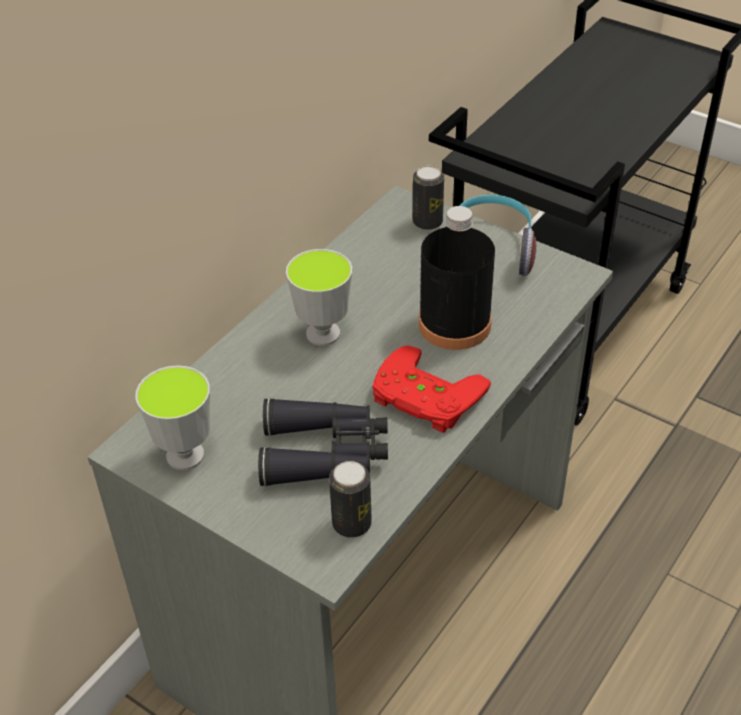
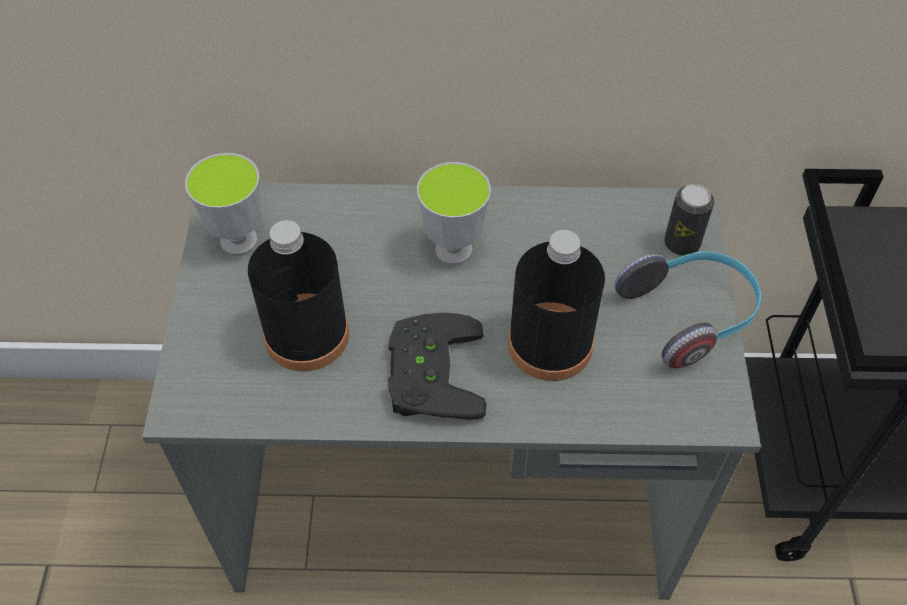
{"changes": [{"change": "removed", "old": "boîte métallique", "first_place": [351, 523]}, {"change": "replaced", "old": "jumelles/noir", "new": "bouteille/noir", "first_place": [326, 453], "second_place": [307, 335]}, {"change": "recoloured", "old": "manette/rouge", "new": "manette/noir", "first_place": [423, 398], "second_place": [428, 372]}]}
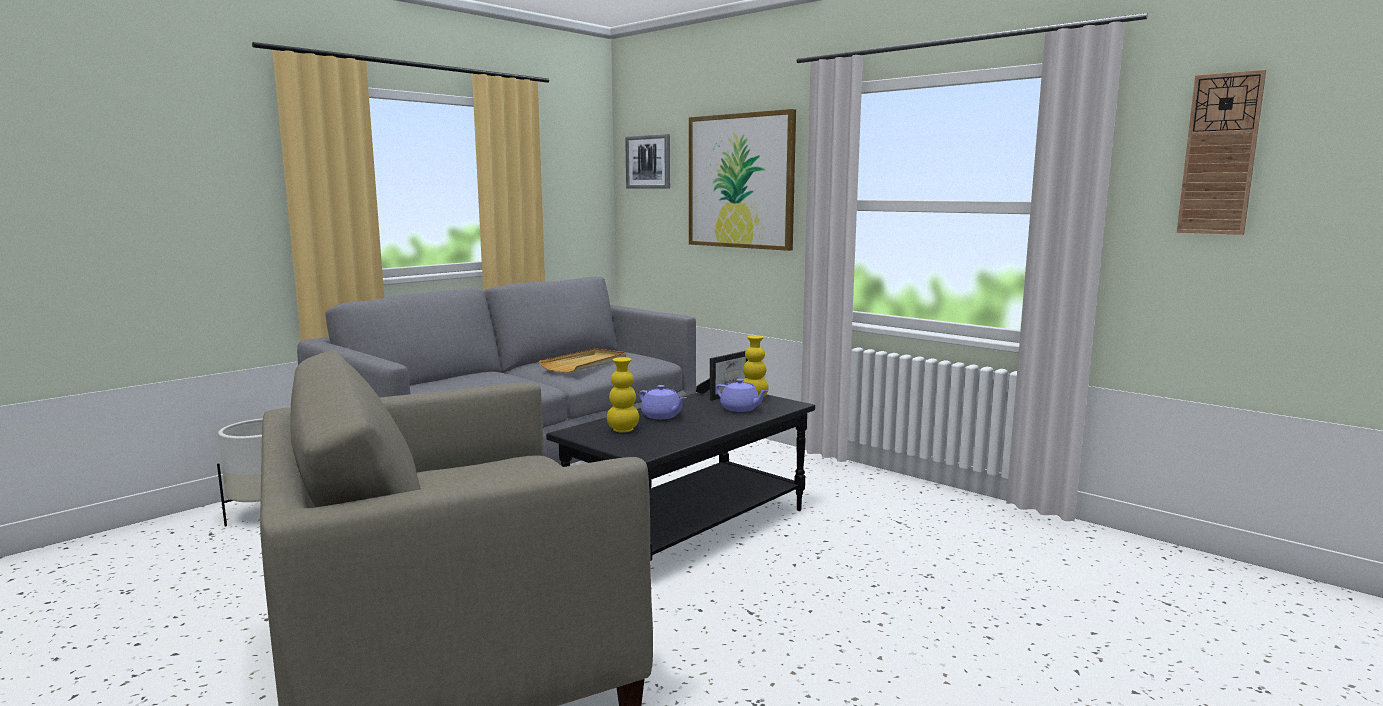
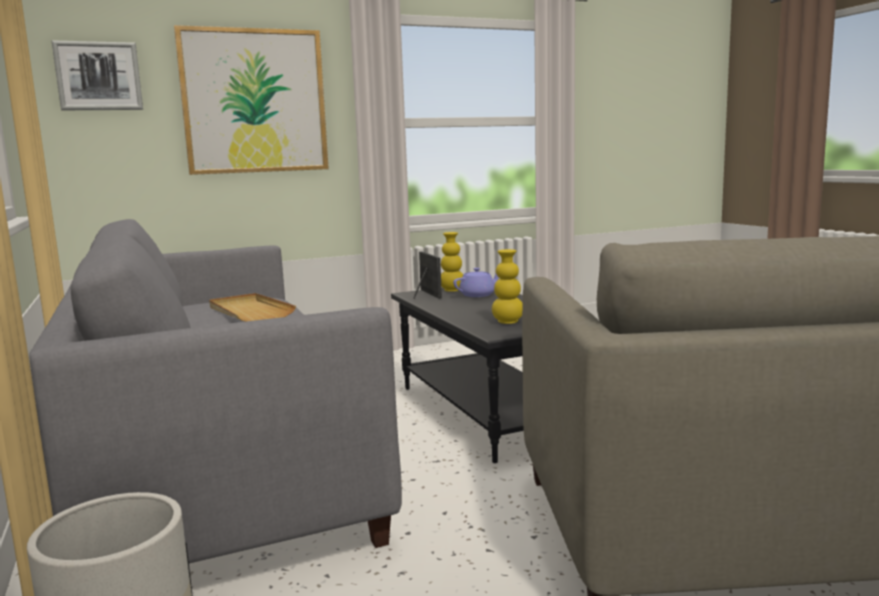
{"changes": [{"change": "removed", "old": "théière/violet", "first_place": [662, 416]}, {"change": "removed", "old": "horloge murale", "first_place": [1220, 154]}]}
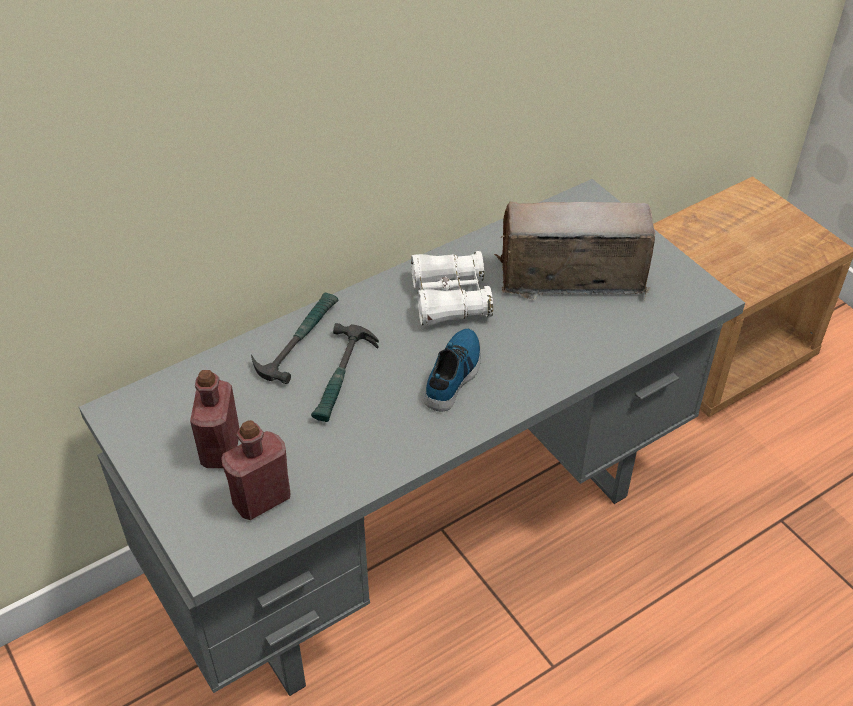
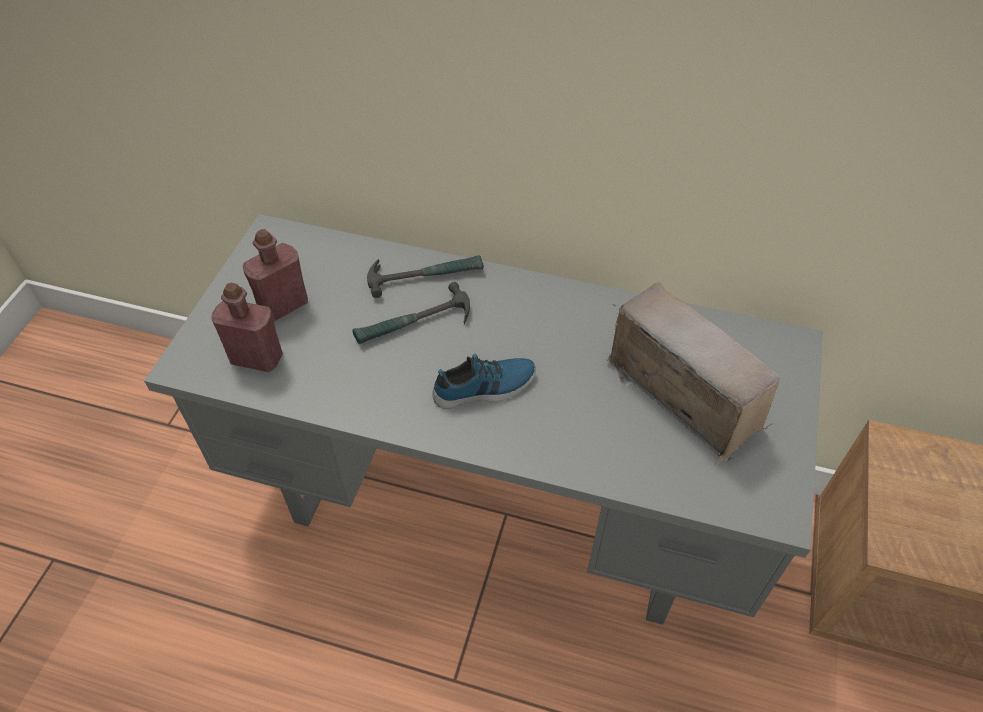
{"changes": [{"change": "removed", "old": "jumelles/blanc", "first_place": [450, 299]}]}
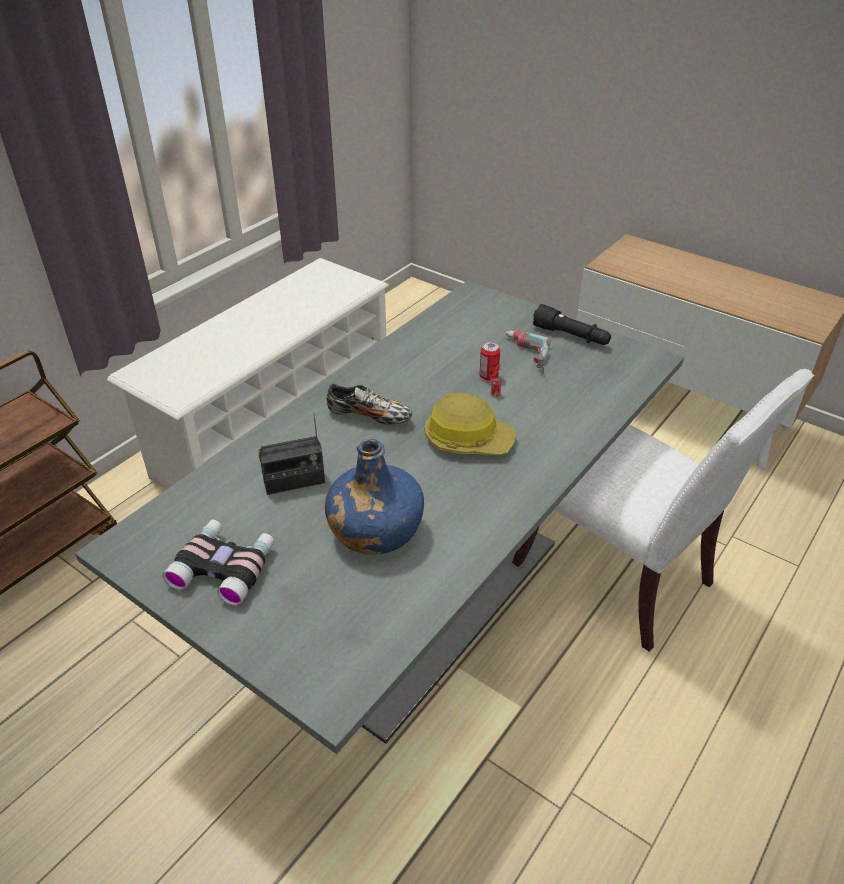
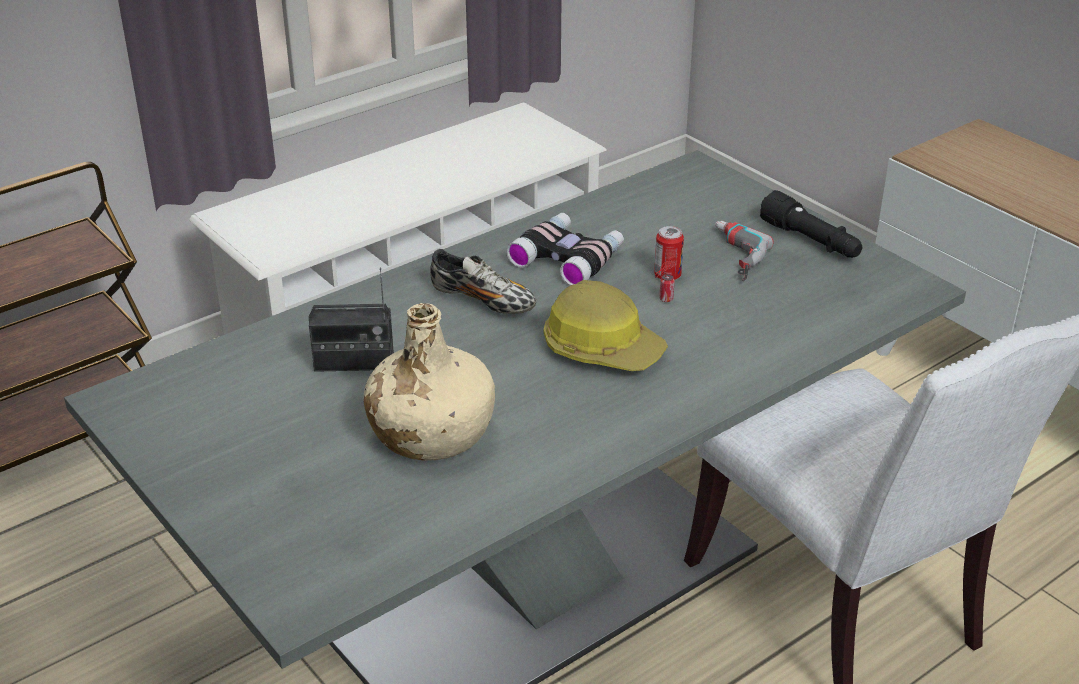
{"changes": [{"change": "moved", "old": "jumelles", "first_place": [225, 567], "second_place": [568, 258]}, {"change": "recoloured", "old": "bouteille/bleu", "new": "bouteille/beige", "first_place": [375, 530], "second_place": [431, 433]}]}
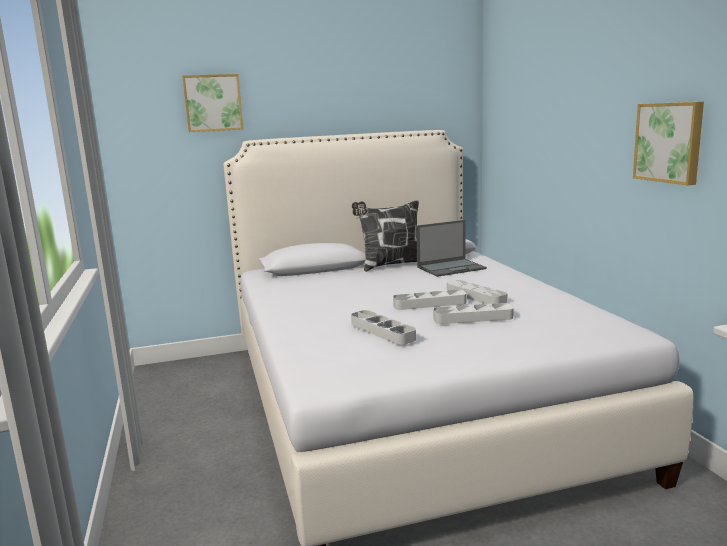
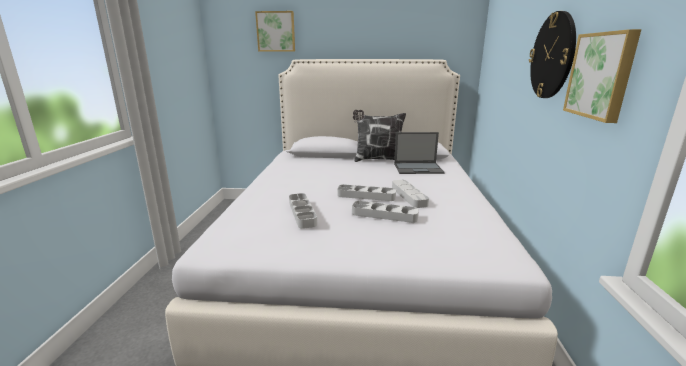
{"changes": [{"change": "added", "new": "horloge murale", "second_place": [552, 56]}]}
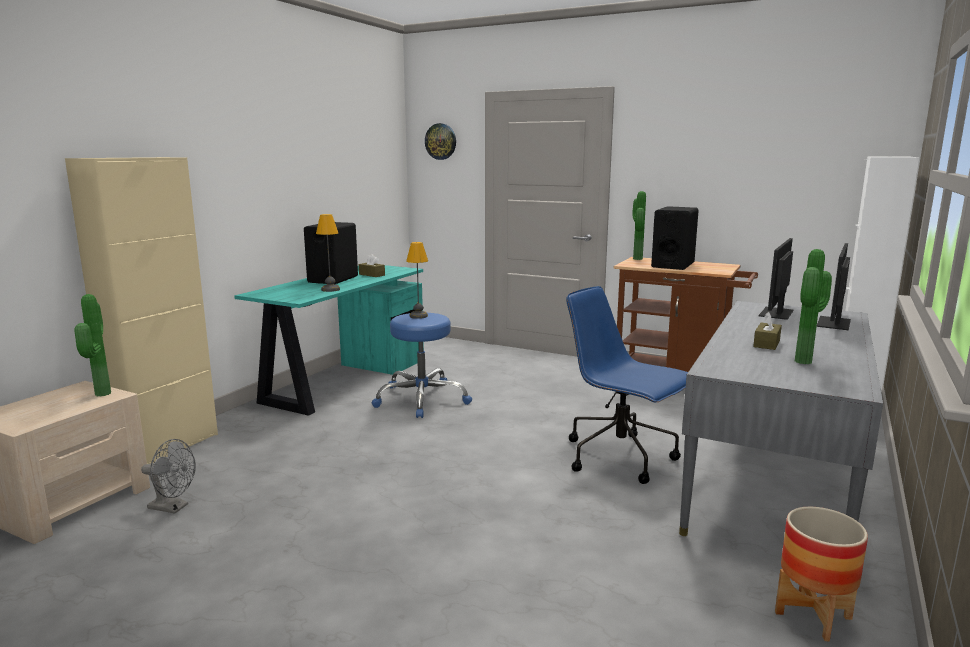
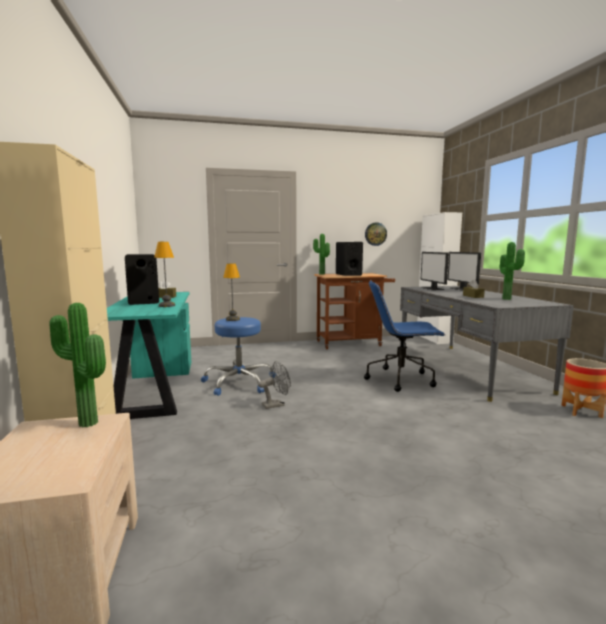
{"changes": [{"change": "moved", "old": "ventilateur/gris", "first_place": [173, 507], "second_place": [276, 404]}, {"change": "moved", "old": "horloge murale", "first_place": [440, 141], "second_place": [375, 234]}]}
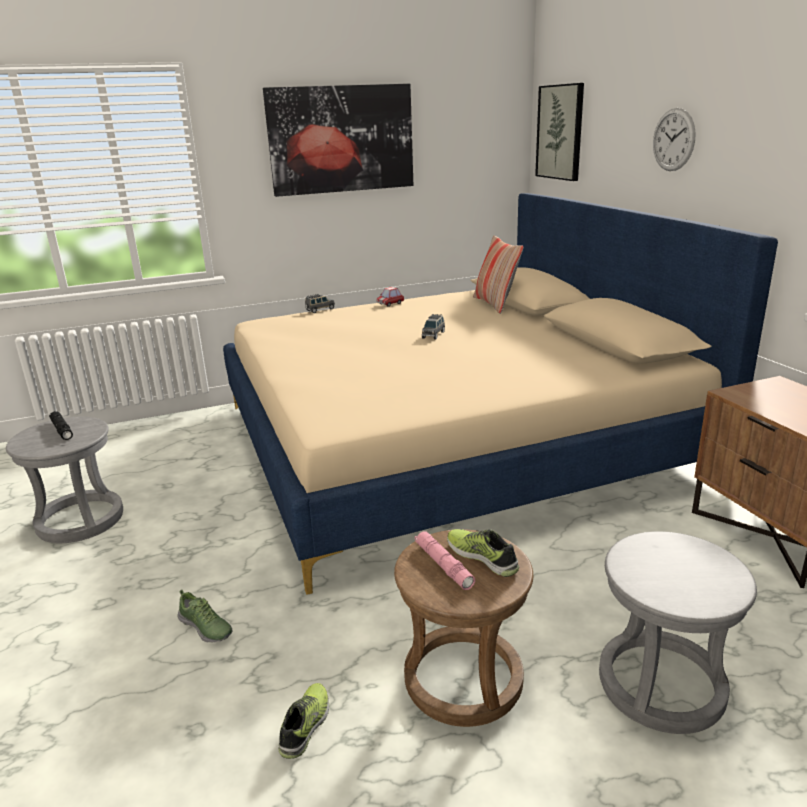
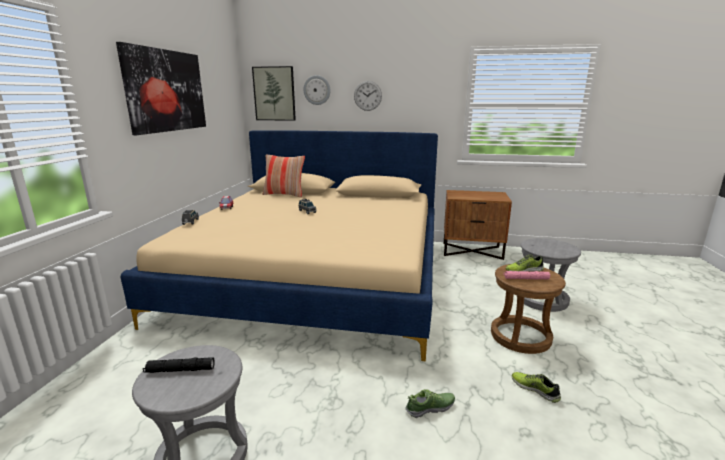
{"changes": [{"change": "added", "new": "horloge murale", "second_place": [317, 90]}]}
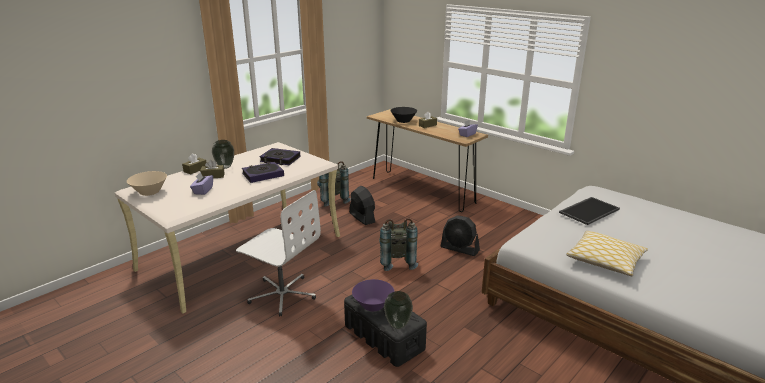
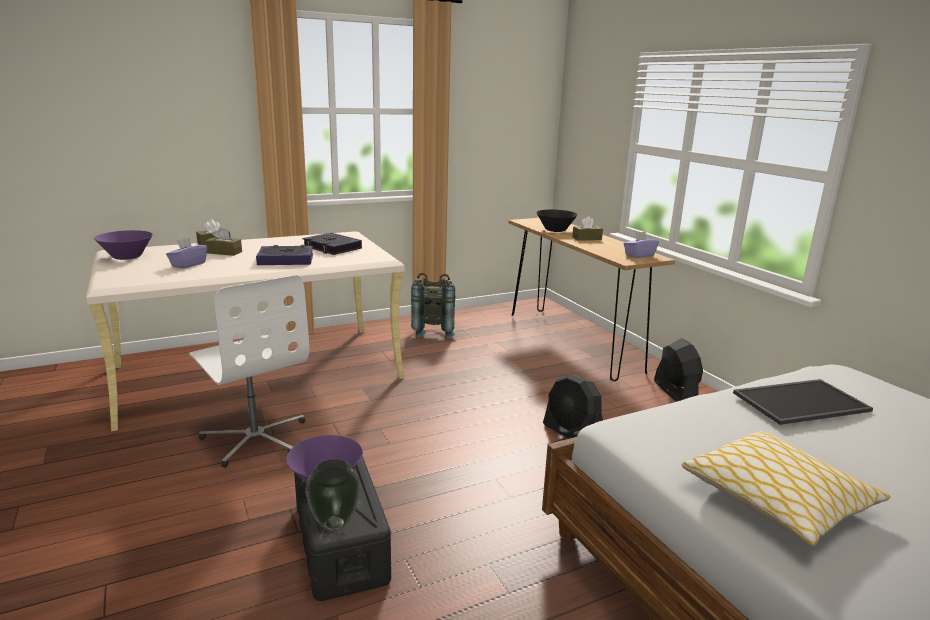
{"changes": [{"change": "removed", "old": "vase", "first_place": [224, 167]}, {"change": "removed", "old": "sac à dos/gris", "first_place": [396, 261]}, {"change": "moved", "old": "ventilateur/noir", "first_place": [362, 217], "second_place": [675, 392]}, {"change": "recoloured", "old": "bol/beige", "new": "bol/violet", "first_place": [149, 192], "second_place": [127, 257]}]}
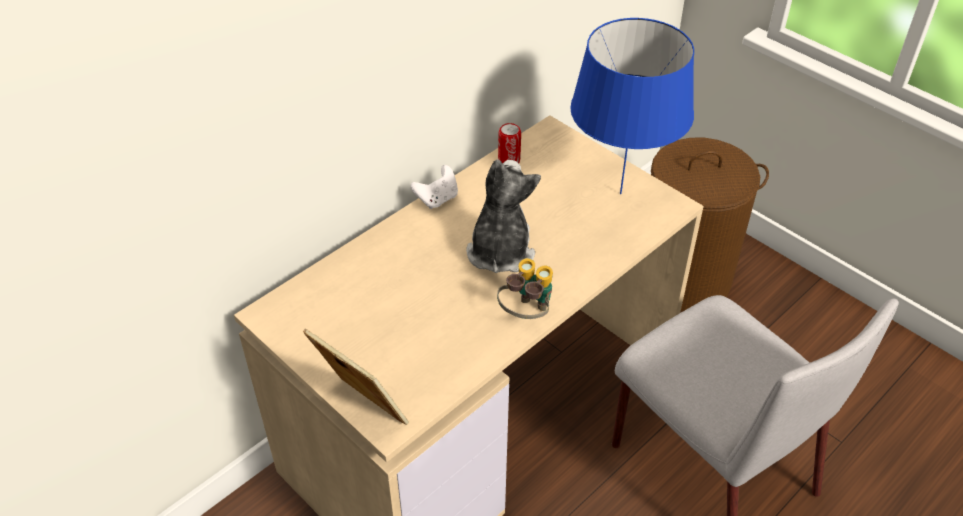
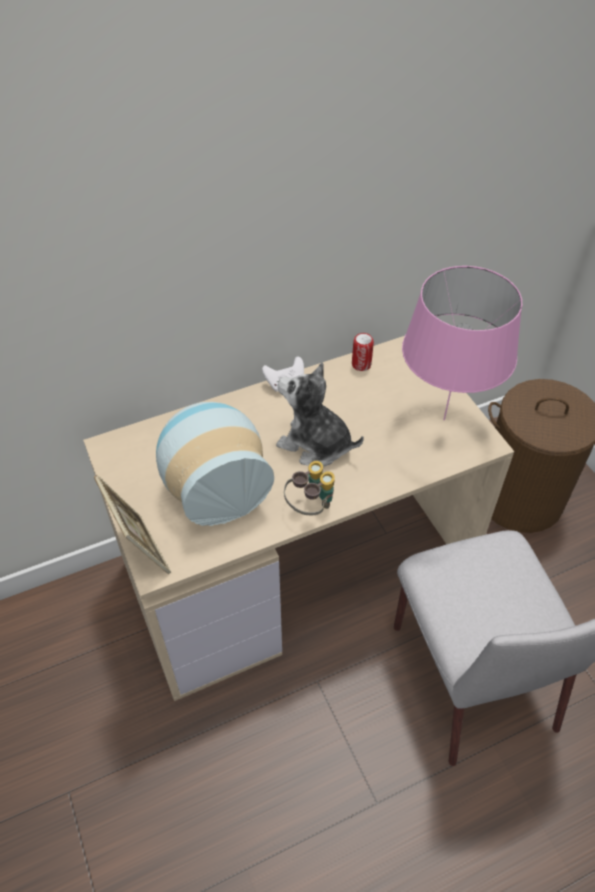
{"changes": [{"change": "added", "new": "vase", "second_place": [214, 487]}, {"change": "recoloured", "old": "lampe de table/bleu", "new": "lampe de table/rose", "first_place": [621, 194], "second_place": [444, 420]}, {"change": "turned", "old": "peluche", "first_place": [500, 251], "second_place": [315, 444], "degrees": -90}]}
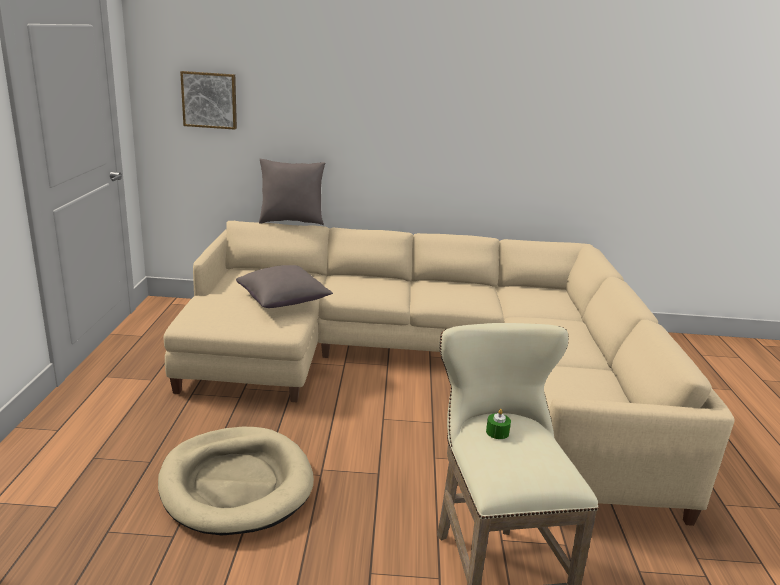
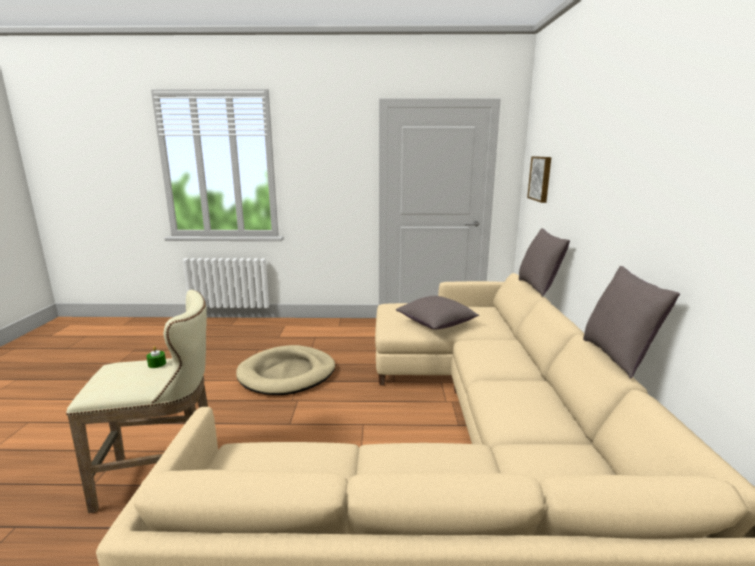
{"changes": [{"change": "added", "new": "coussin/gris", "second_place": [618, 357]}]}
